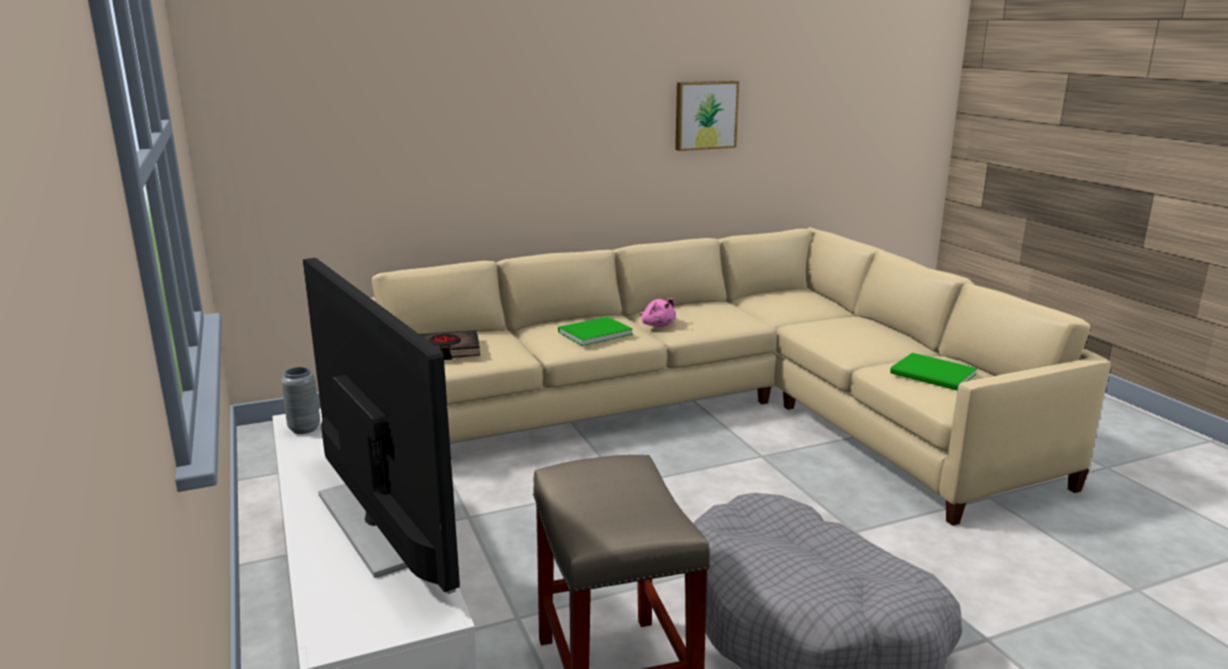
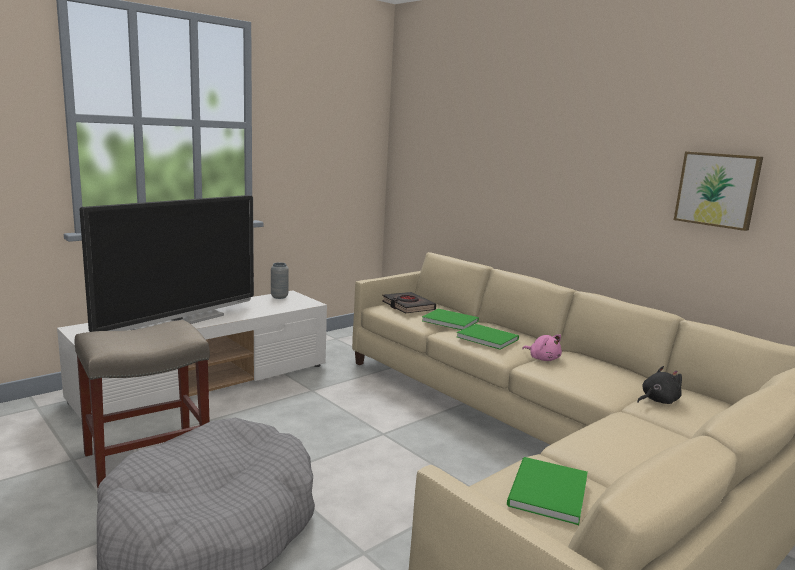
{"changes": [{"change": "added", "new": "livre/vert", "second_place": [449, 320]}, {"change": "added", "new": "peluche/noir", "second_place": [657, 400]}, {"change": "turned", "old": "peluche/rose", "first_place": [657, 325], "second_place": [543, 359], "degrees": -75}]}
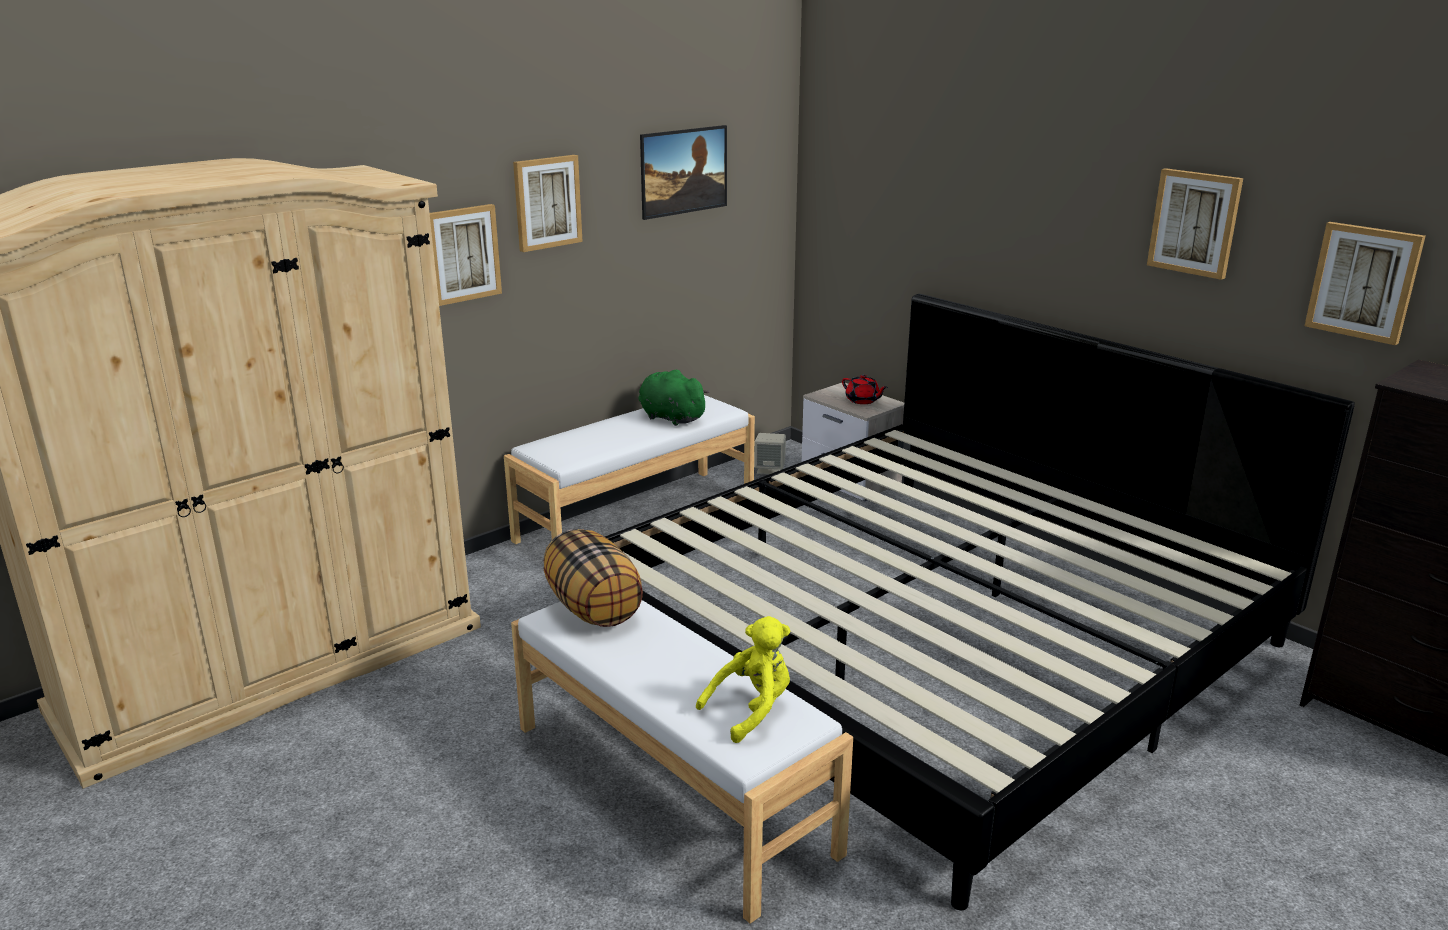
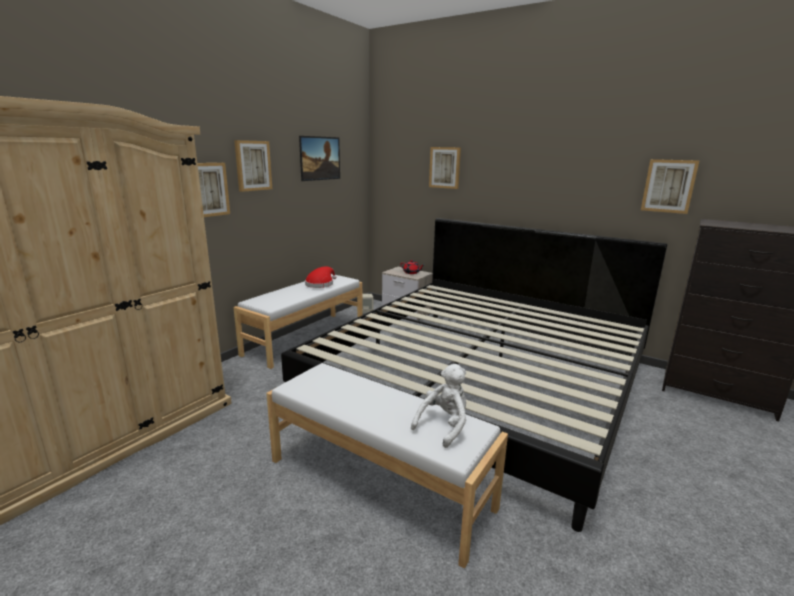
{"changes": [{"change": "removed", "old": "coussin", "first_place": [594, 608]}, {"change": "moved", "old": "tableau", "first_place": [1195, 223], "second_place": [445, 167]}, {"change": "replaced", "old": "peluche/vert", "new": "chapeau/rouge", "first_place": [670, 417], "second_place": [320, 284]}, {"change": "recoloured", "old": "peluche/jaune", "new": "peluche/blanc", "first_place": [751, 710], "second_place": [444, 425]}]}
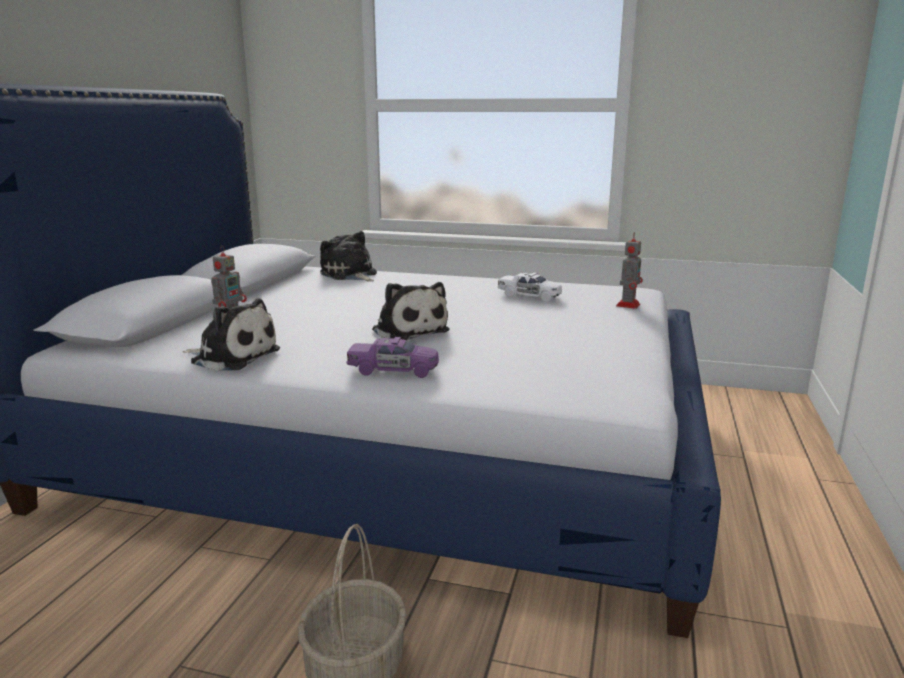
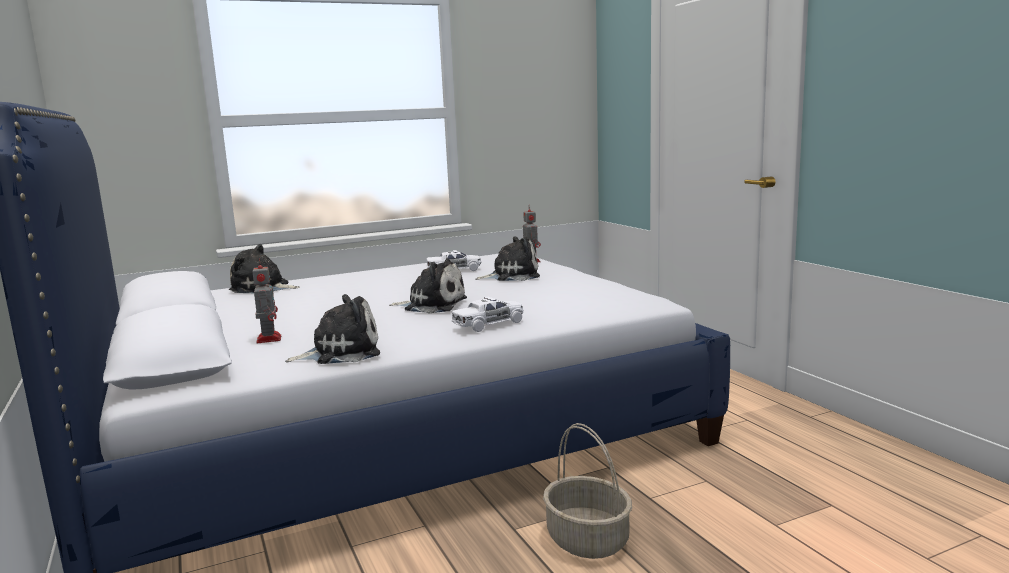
{"changes": [{"change": "added", "new": "peluche", "second_place": [512, 276]}, {"change": "recoloured", "old": "petite voiture/violet", "new": "petite voiture/blanc", "first_place": [393, 370], "second_place": [489, 325]}]}
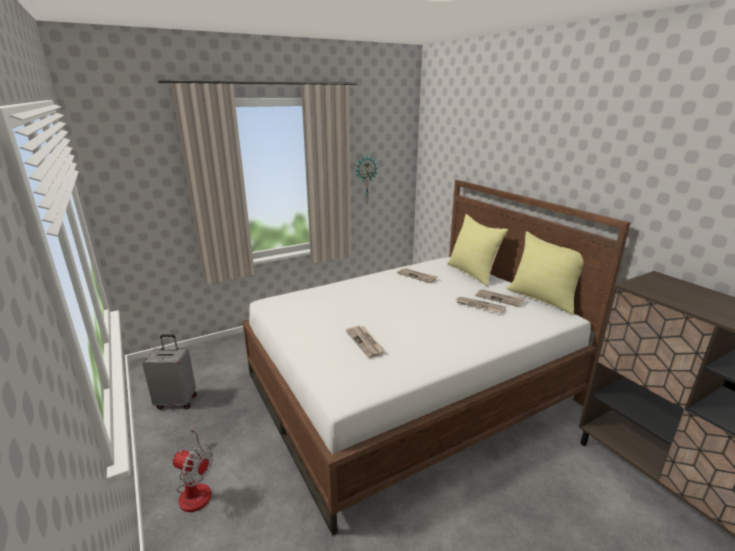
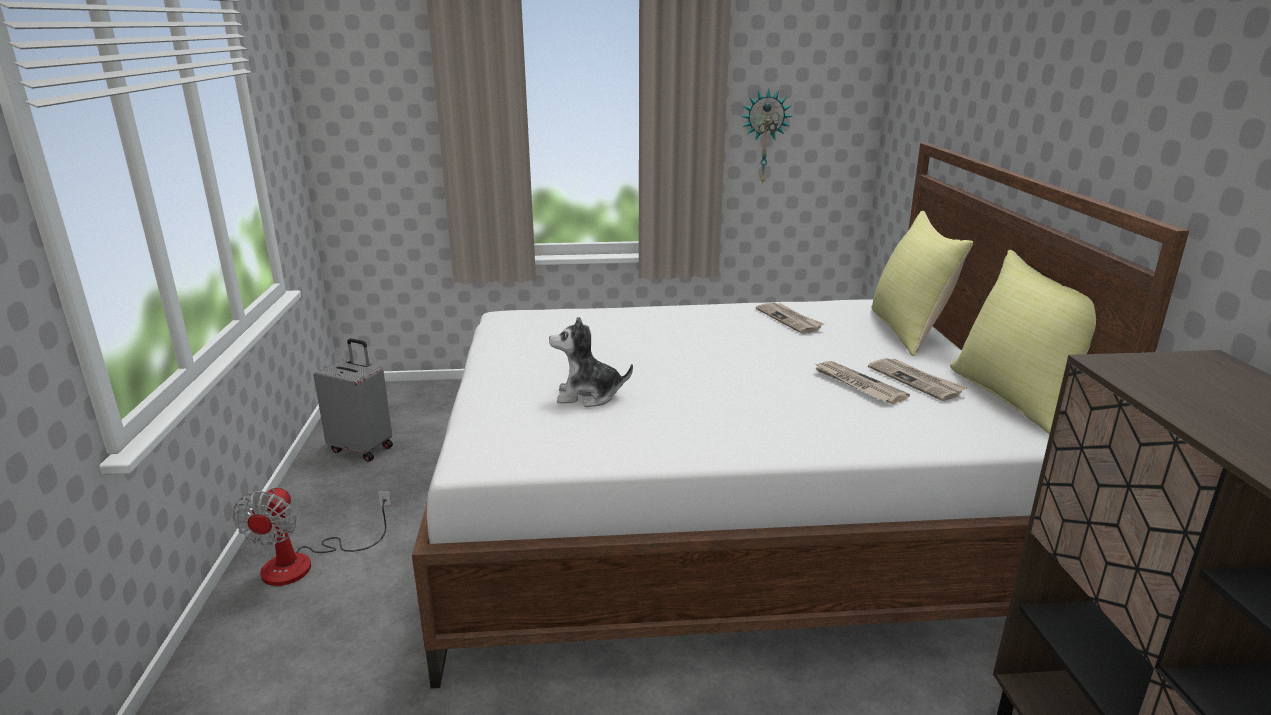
{"changes": [{"change": "replaced", "old": "journal", "new": "peluche", "first_place": [365, 342], "second_place": [588, 396]}, {"change": "turned", "old": "ventilateur", "first_place": [195, 488], "second_place": [305, 563], "degrees": 45}]}
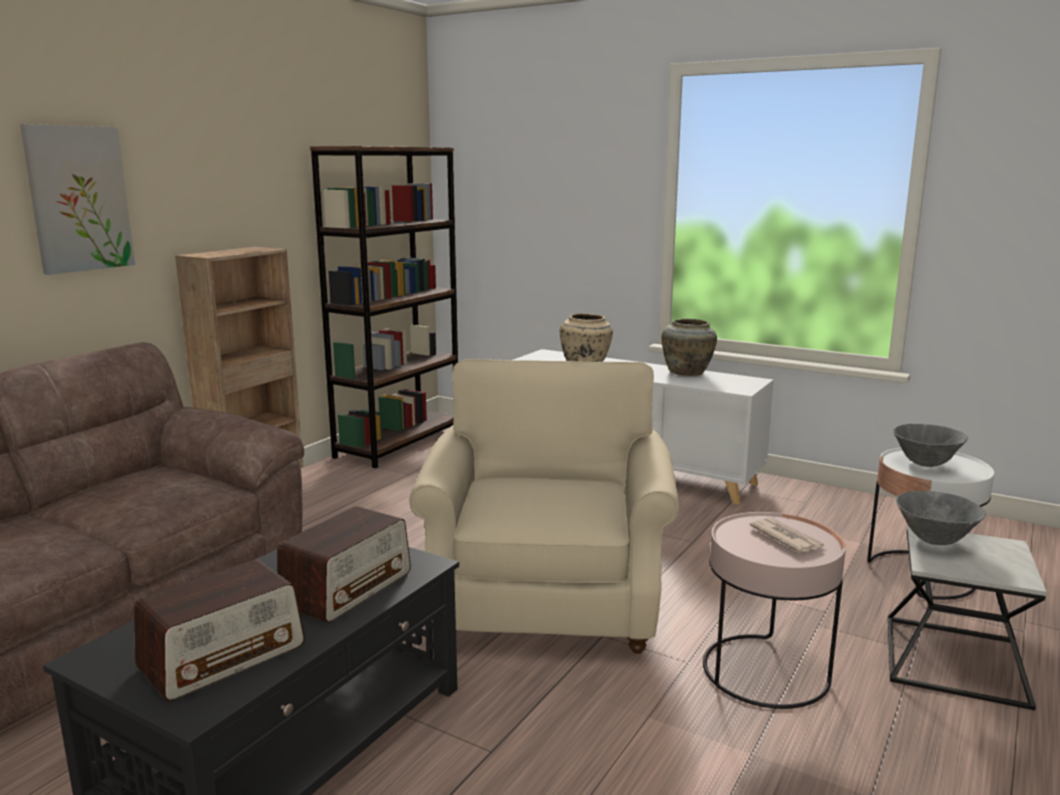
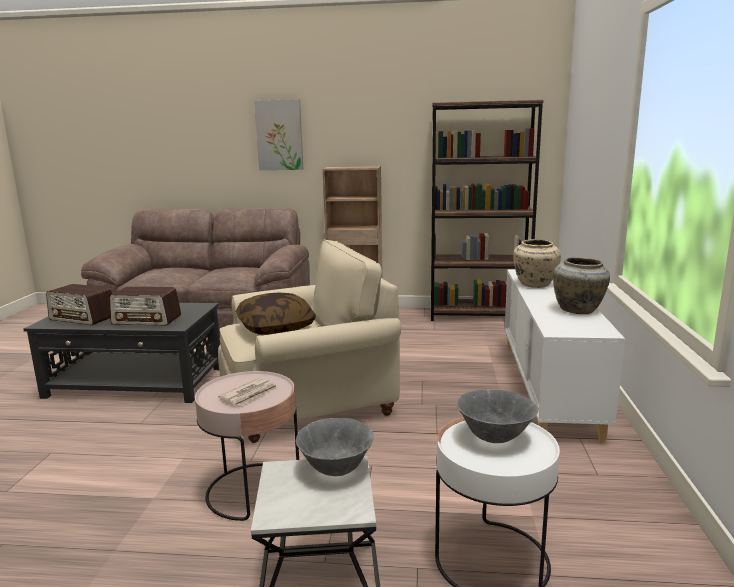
{"changes": [{"change": "added", "new": "coussin", "second_place": [276, 327]}]}
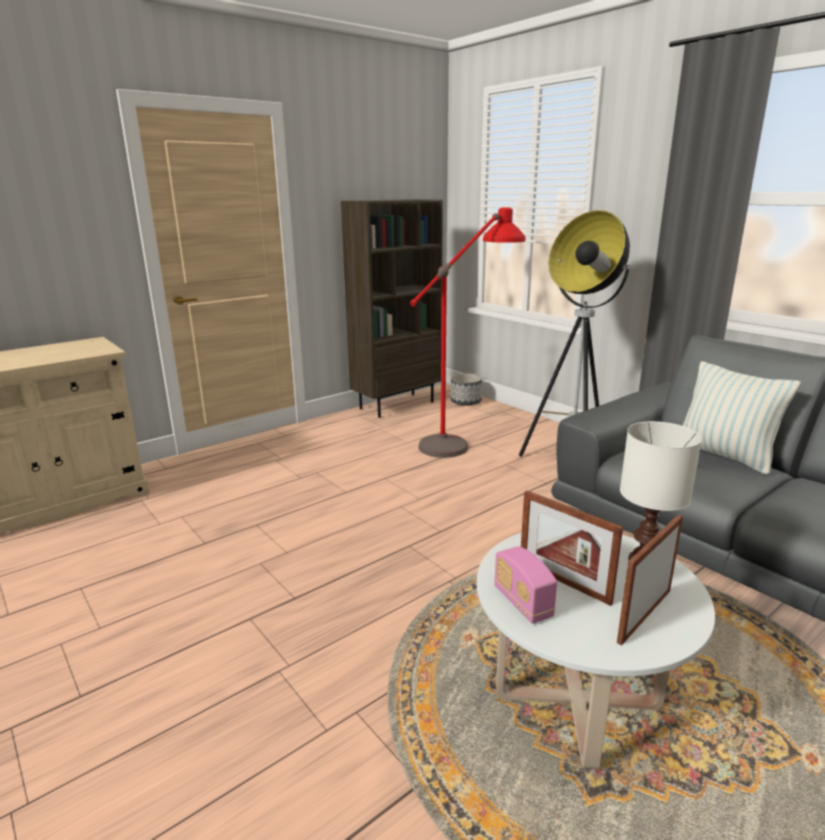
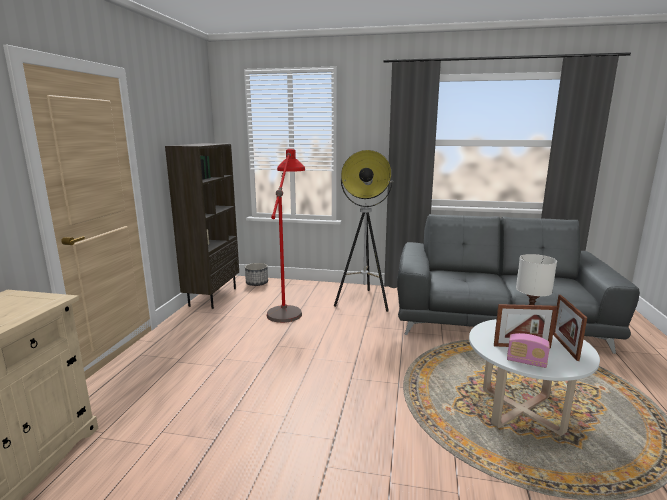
{"changes": [{"change": "removed", "old": "coussin", "first_place": [724, 456]}]}
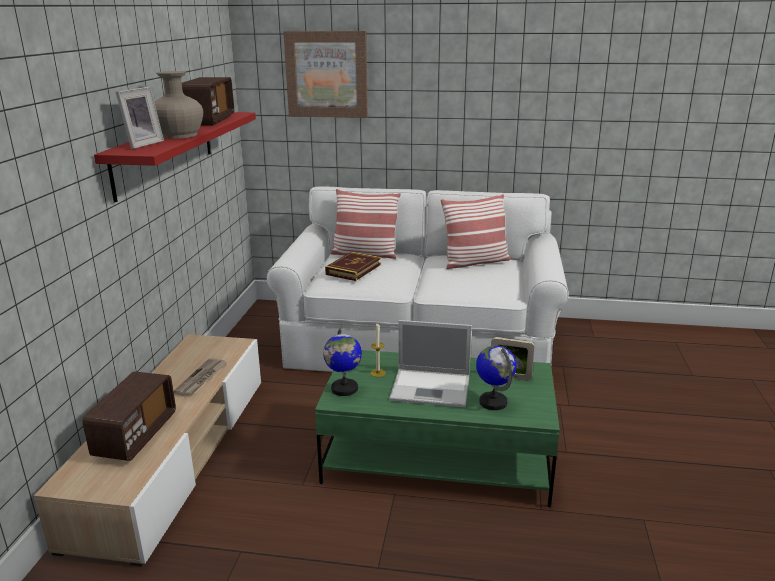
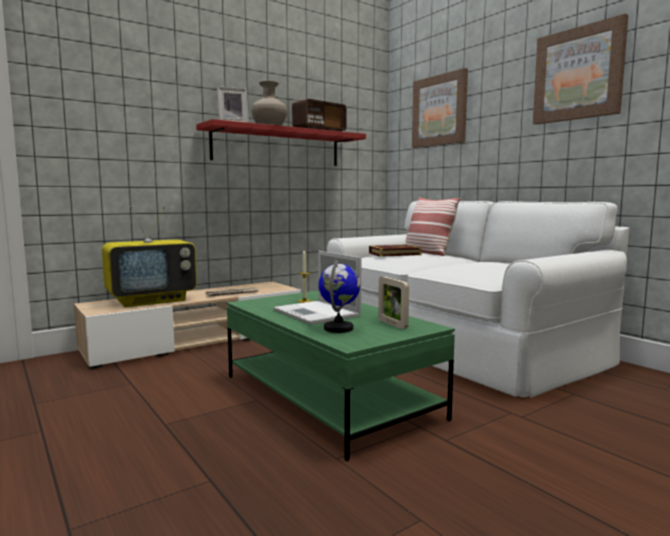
{"changes": [{"change": "removed", "old": "globe", "first_place": [344, 389]}, {"change": "removed", "old": "coussin", "first_place": [475, 262]}, {"change": "added", "new": "tableau", "second_place": [578, 74]}, {"change": "replaced", "old": "radio", "new": "téléviseur", "first_place": [136, 436], "second_place": [152, 300]}]}
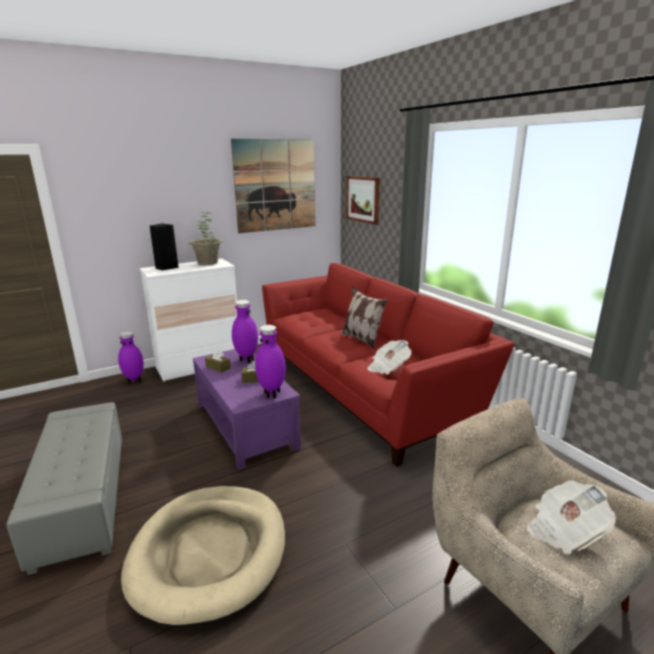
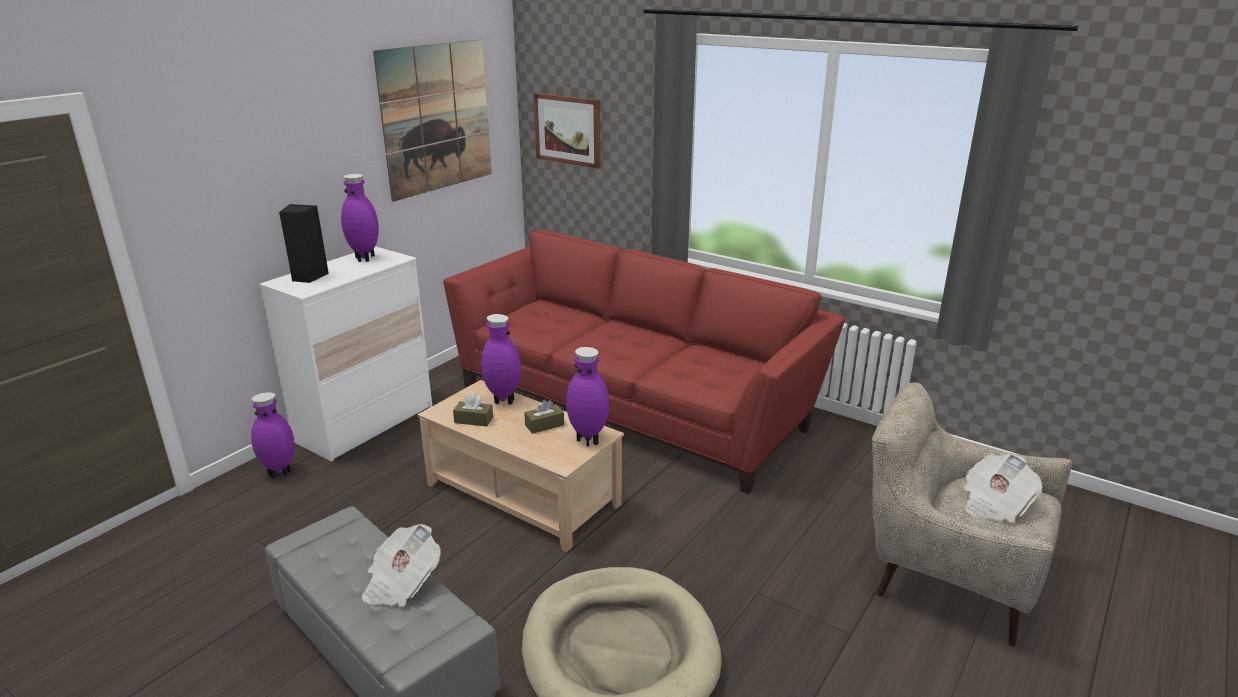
{"changes": [{"change": "removed", "old": "coussin", "first_place": [362, 339]}, {"change": "moved", "old": "journal", "first_place": [388, 367], "second_place": [401, 583]}, {"change": "replaced", "old": "plante en pot", "new": "vase/violet", "first_place": [208, 263], "second_place": [365, 258]}, {"change": "recoloured", "old": "table basse/violet", "new": "table basse/beige", "first_place": [247, 426], "second_place": [524, 494]}]}
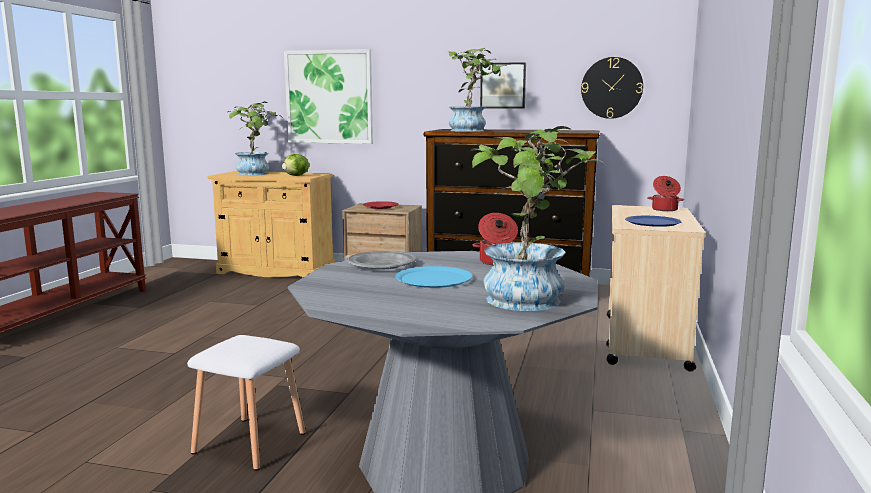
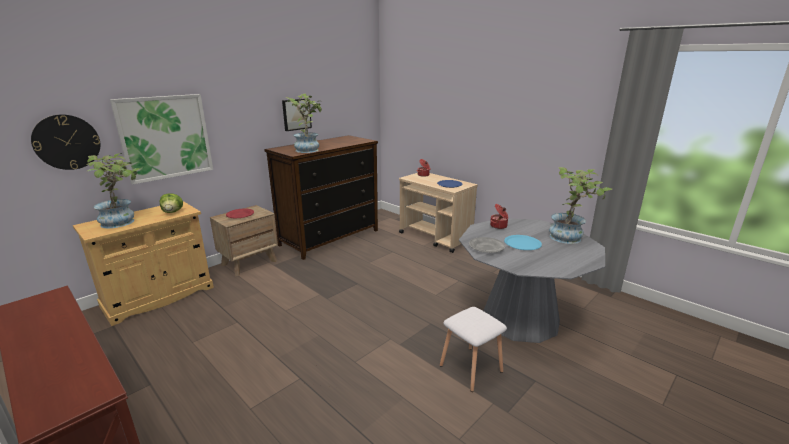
{"changes": [{"change": "moved", "old": "horloge murale", "first_place": [611, 88], "second_place": [67, 142]}]}
